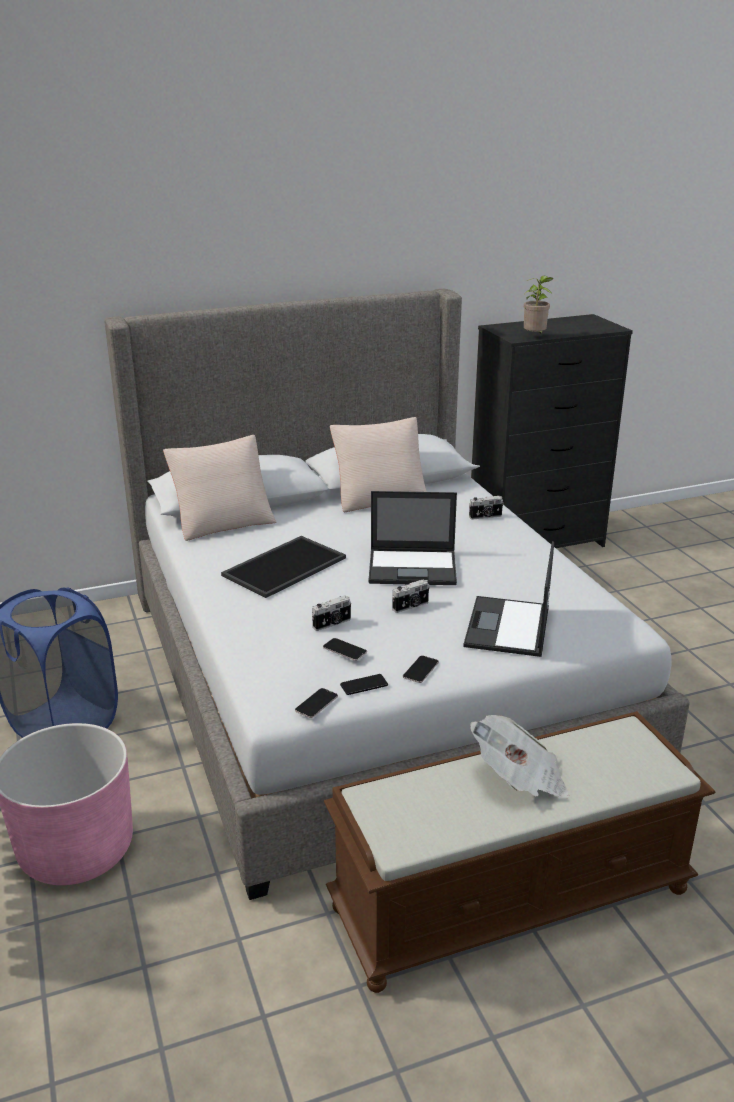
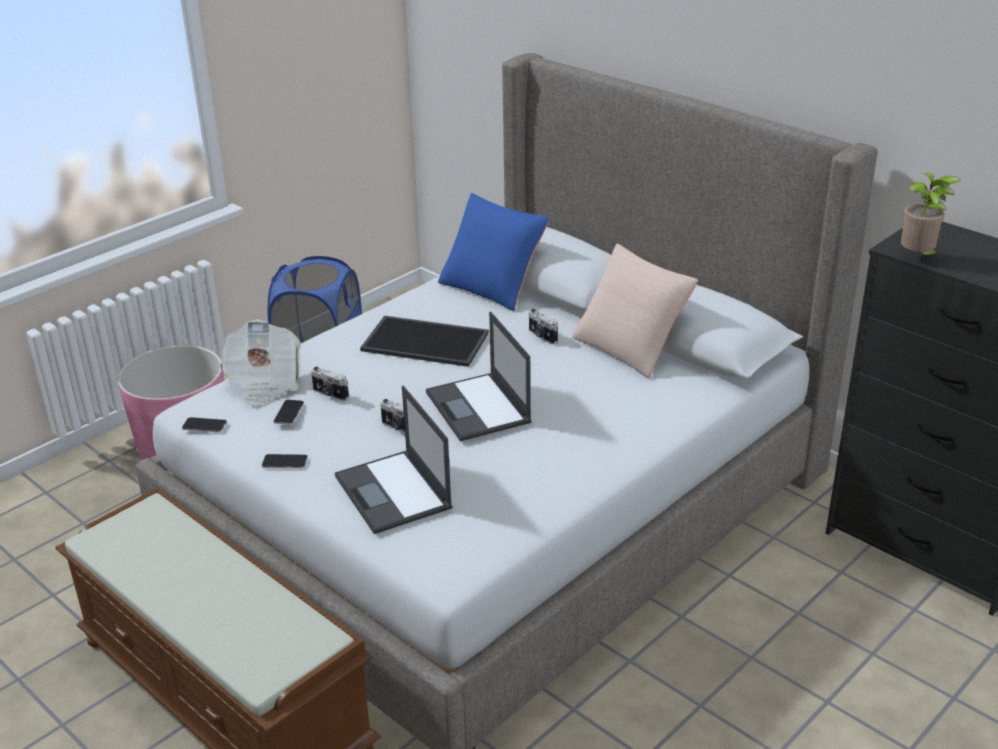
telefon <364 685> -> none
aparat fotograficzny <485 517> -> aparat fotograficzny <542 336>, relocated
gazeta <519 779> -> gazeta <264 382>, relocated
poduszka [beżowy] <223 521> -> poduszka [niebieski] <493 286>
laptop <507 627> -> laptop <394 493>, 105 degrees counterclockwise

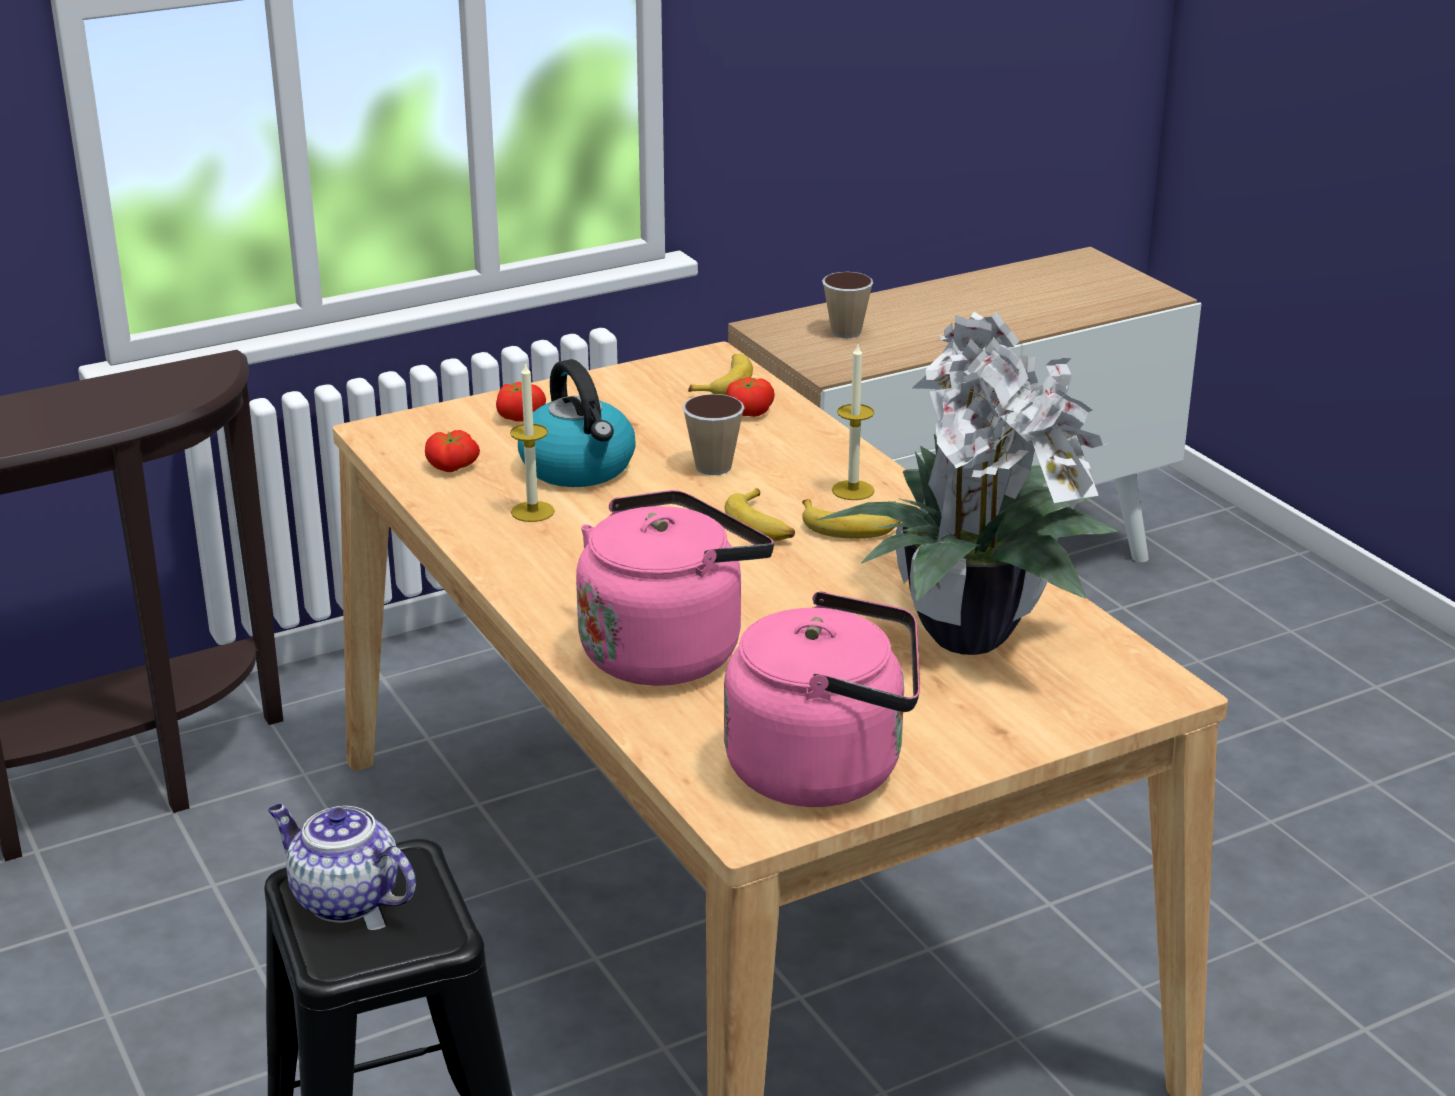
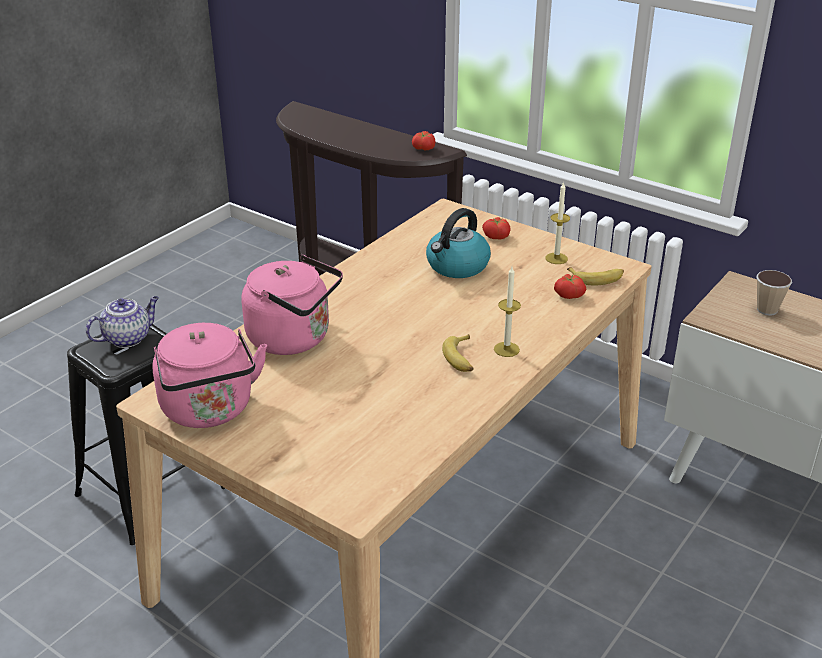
filiżanka <713 467> -> none
banan <762 525> -> none
roślina doniczkowa <967 631> -> none
pomidor <451 468> -> pomidor <423 148>, relocated
świeca <532 511> -> świeca <556 258>, relocated
imbryk <343 899> -> imbryk <128 338>, 45 degrees clockwise

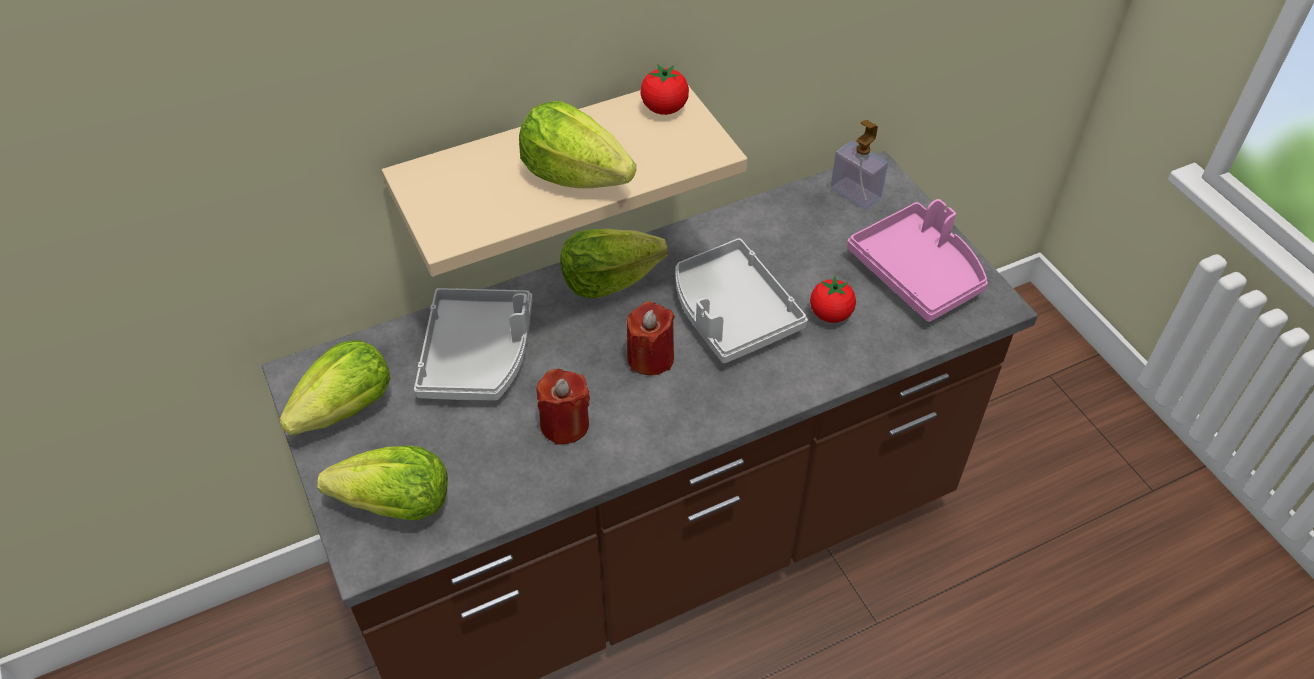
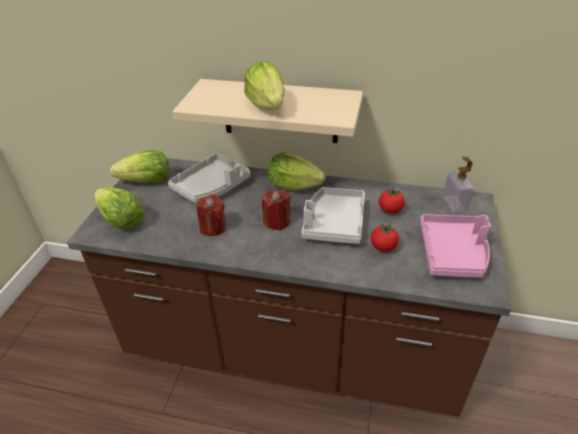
pomidor <664 108> -> pomidor <390 210>, relocated

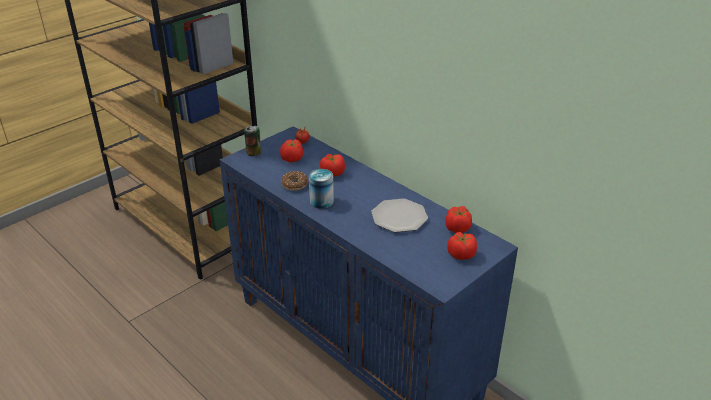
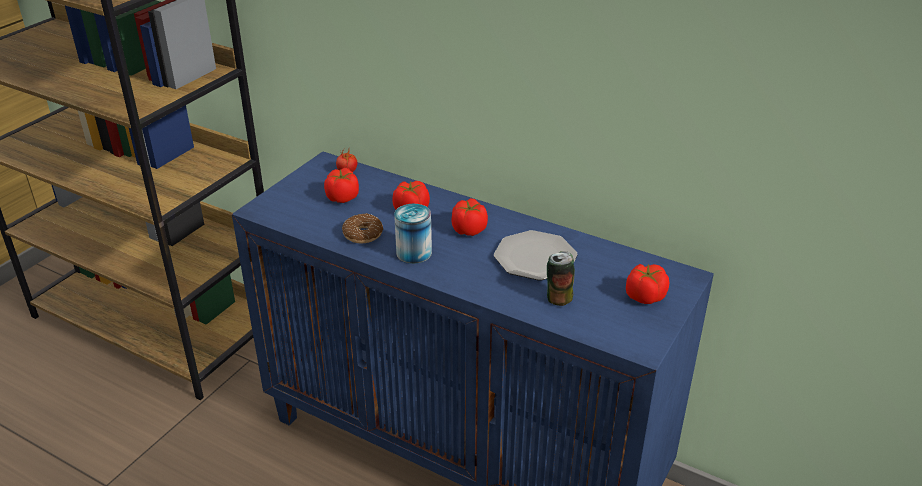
puszka <254 153> -> puszka <559 298>, relocated
pomidor <457 228> -> pomidor <469 229>, relocated

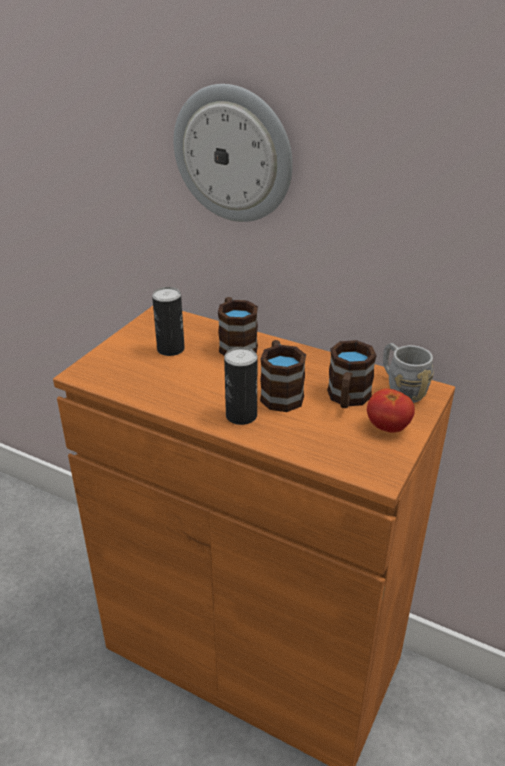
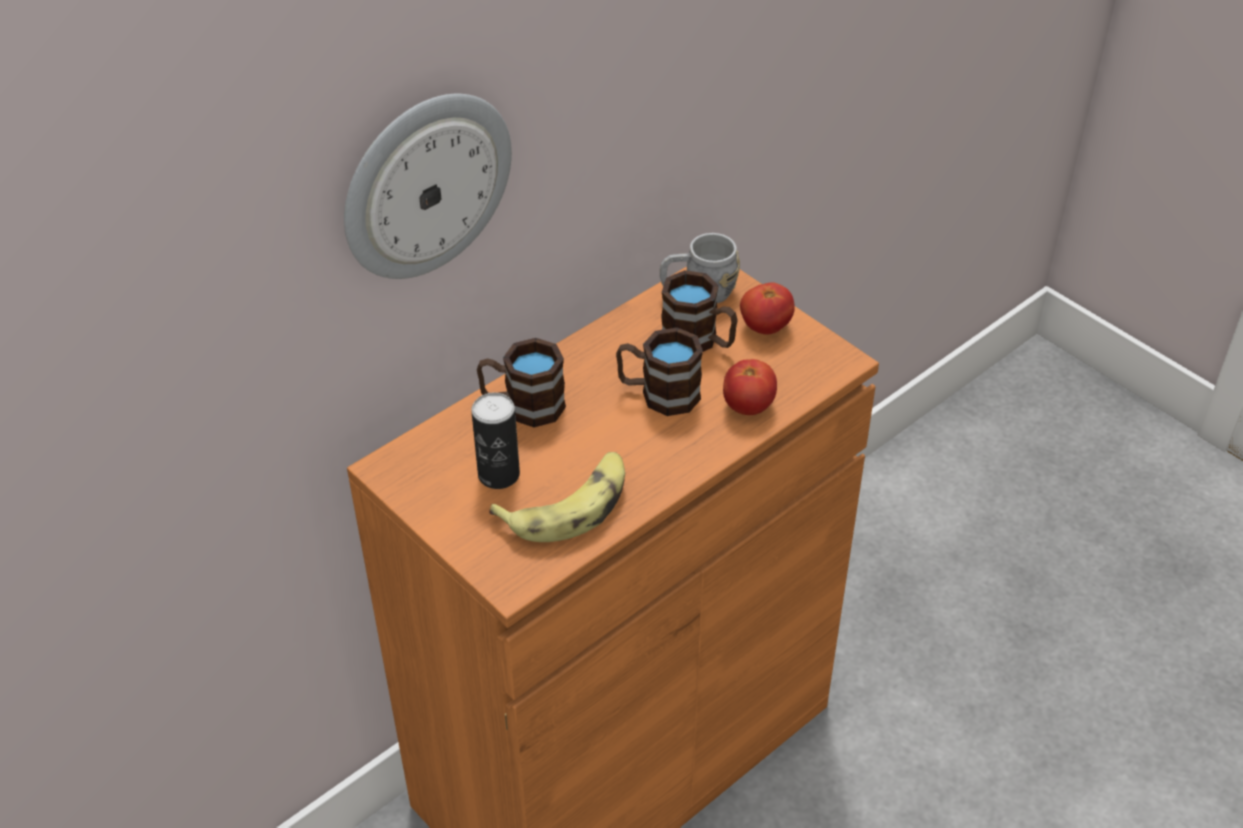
puszka <241 416> -> none
none -> banan <569 506>
none -> pomidor <748 406>

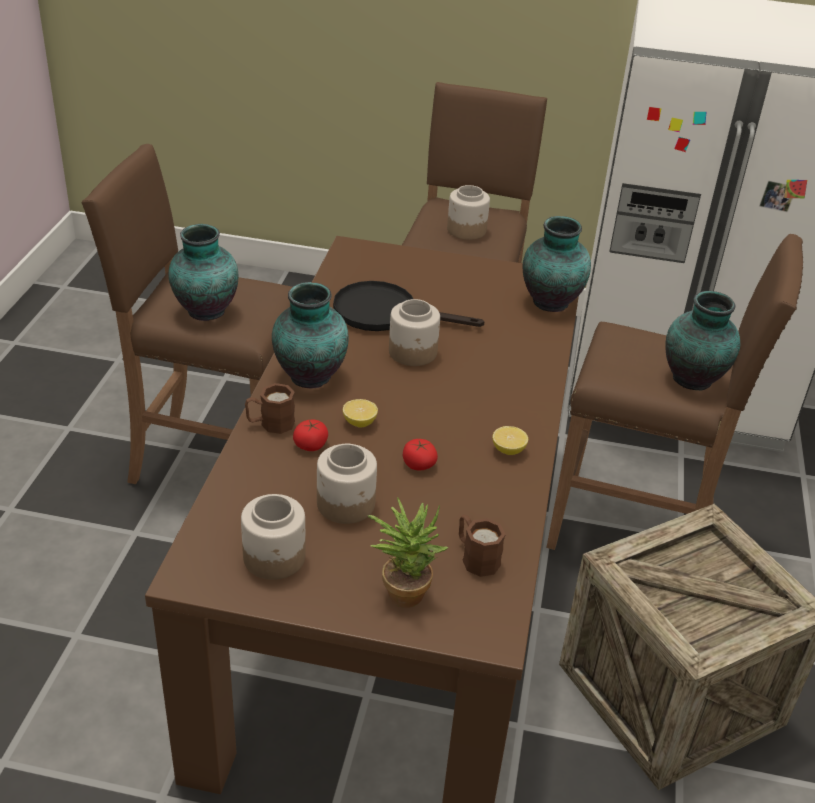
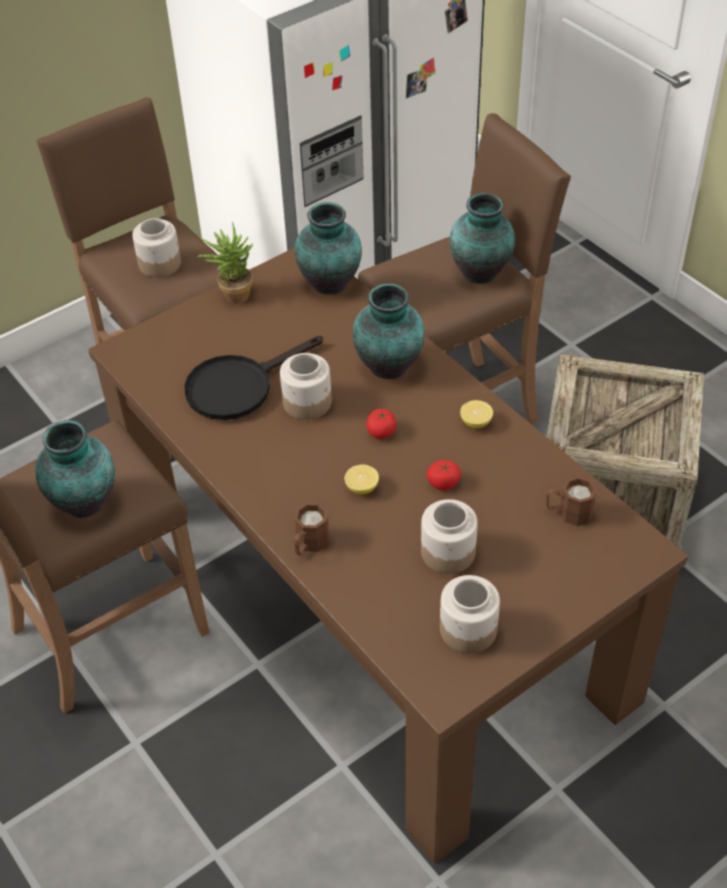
wazon <309 377> -> wazon <390 367>, relocated
pomidor <310 445> -> pomidor <381 431>, relocated
roślina doniczkowa <404 589> -> roślina doniczkowa <232 294>, relocated

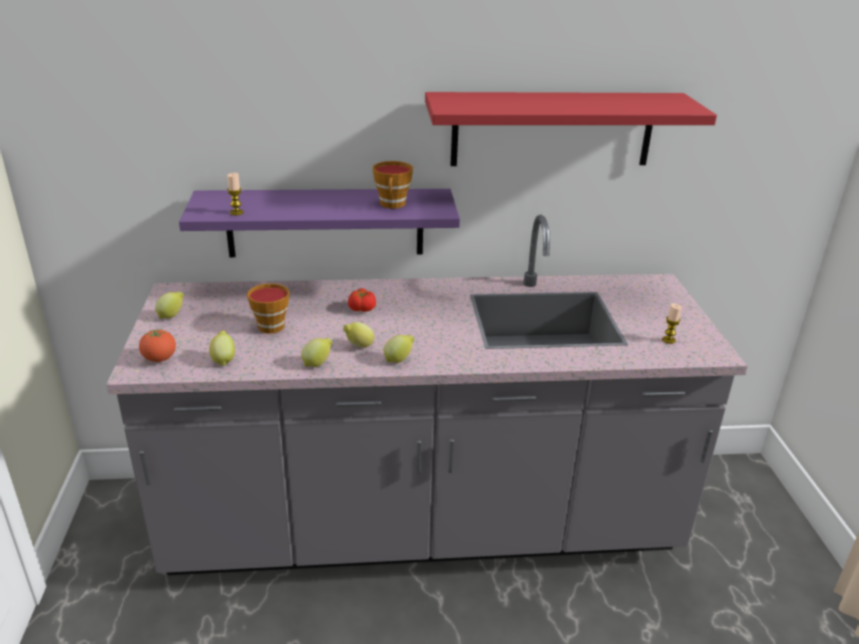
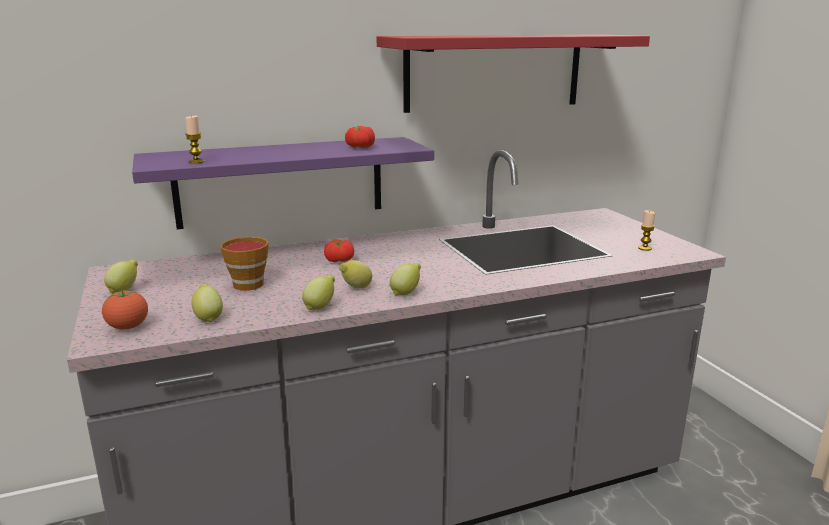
filiżanka <392 205> -> pomidor <359 147>

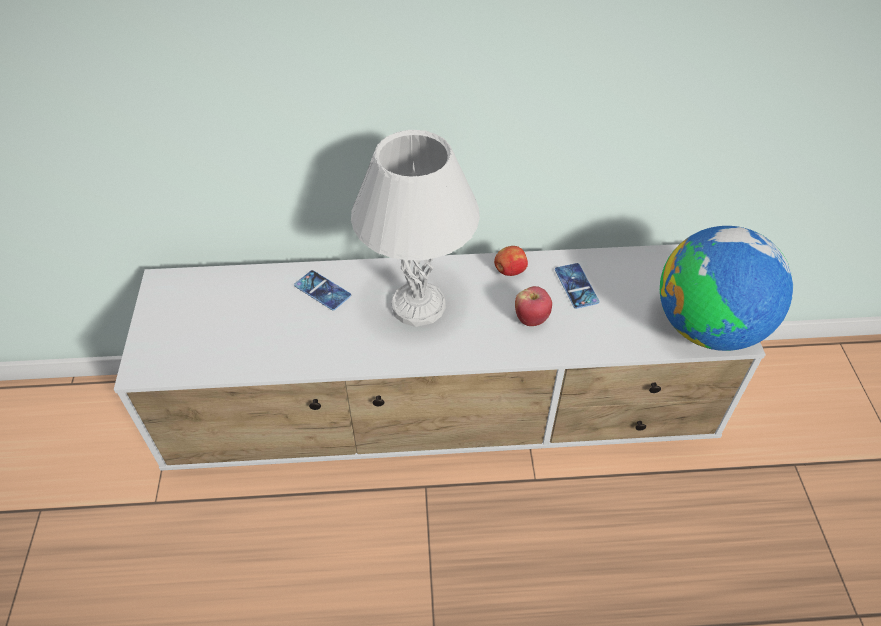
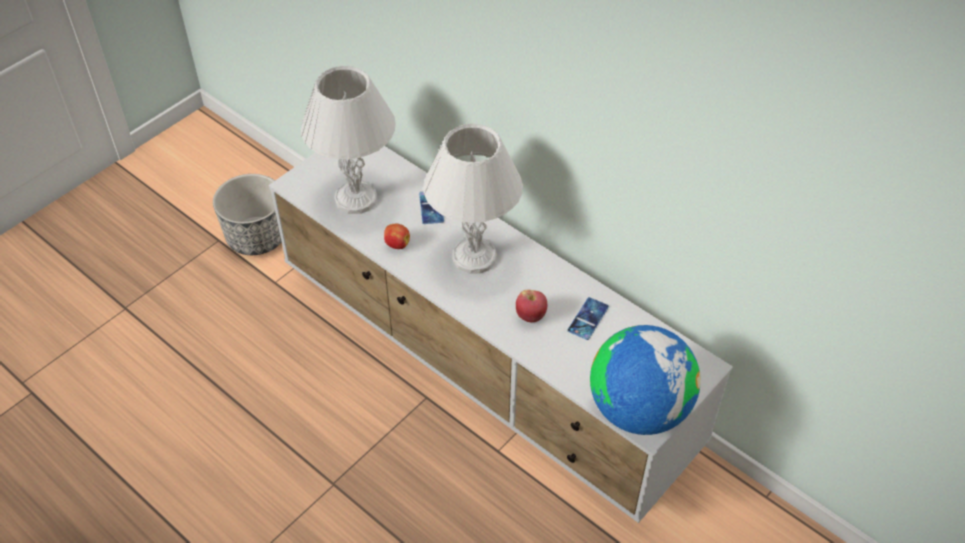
none -> donica <257 237>
none -> lampa stołowa [biały] <357 199>
jabłko <509 271> -> jabłko <396 244>, relocated

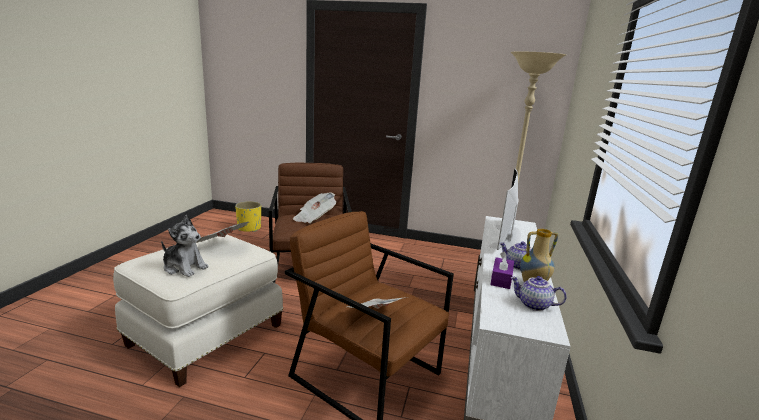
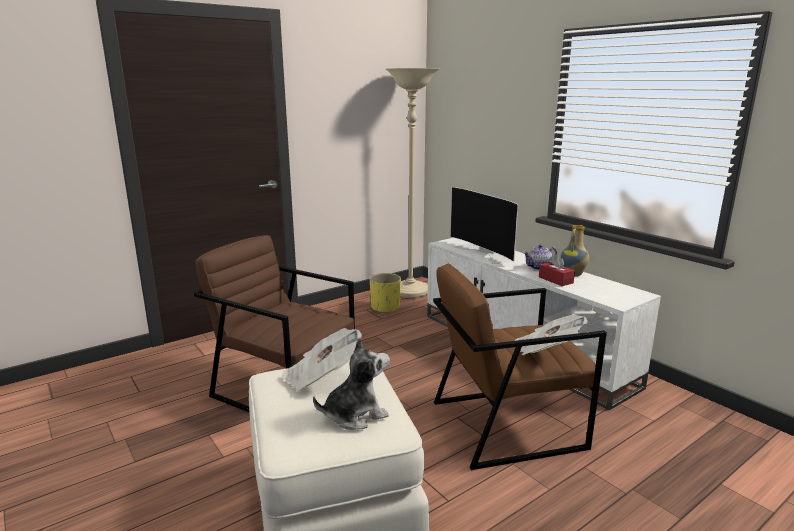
gazeta <314 218> -> none
imbryk <533 305> -> none
donica [żółty] <249 228> -> donica [żółty] <385 308>, relocated
pudełko chusteczek [fioletowy] <501 279> -> pudełko chusteczek [czerwony] <555 280>

